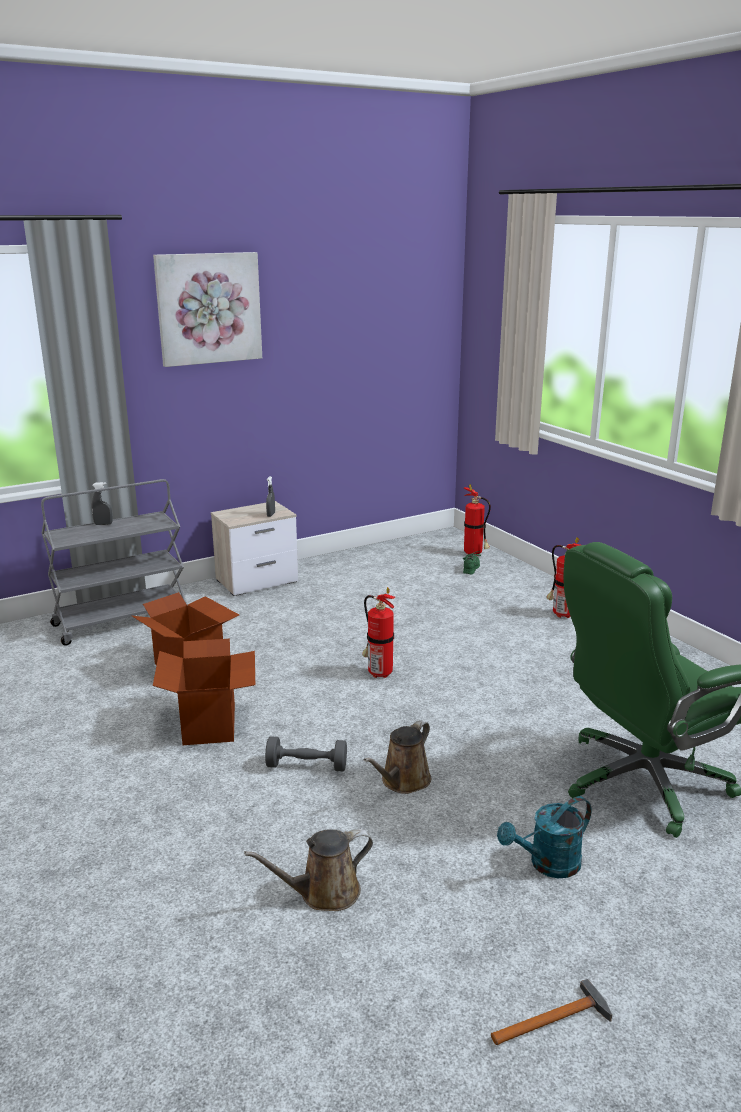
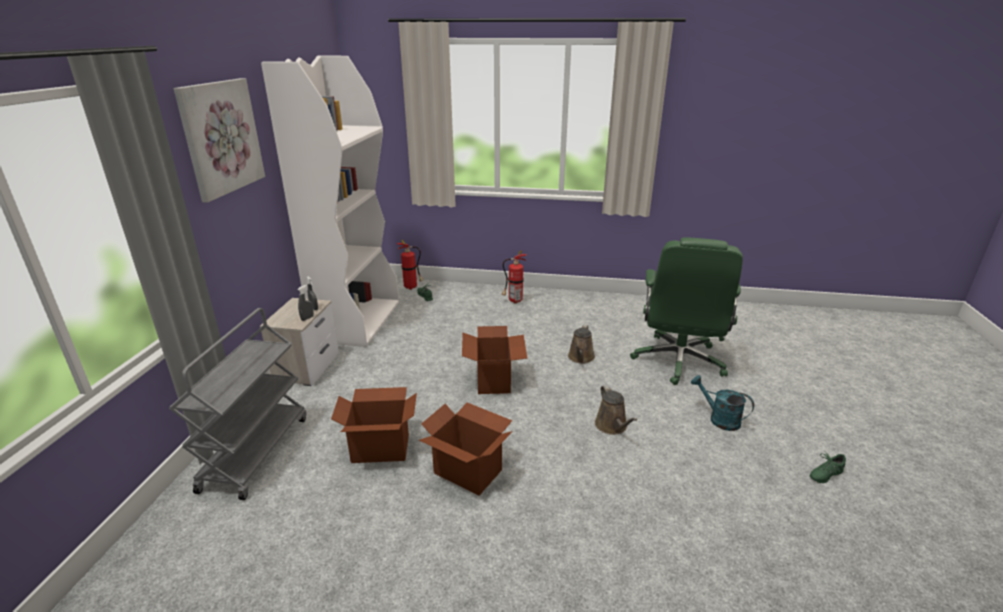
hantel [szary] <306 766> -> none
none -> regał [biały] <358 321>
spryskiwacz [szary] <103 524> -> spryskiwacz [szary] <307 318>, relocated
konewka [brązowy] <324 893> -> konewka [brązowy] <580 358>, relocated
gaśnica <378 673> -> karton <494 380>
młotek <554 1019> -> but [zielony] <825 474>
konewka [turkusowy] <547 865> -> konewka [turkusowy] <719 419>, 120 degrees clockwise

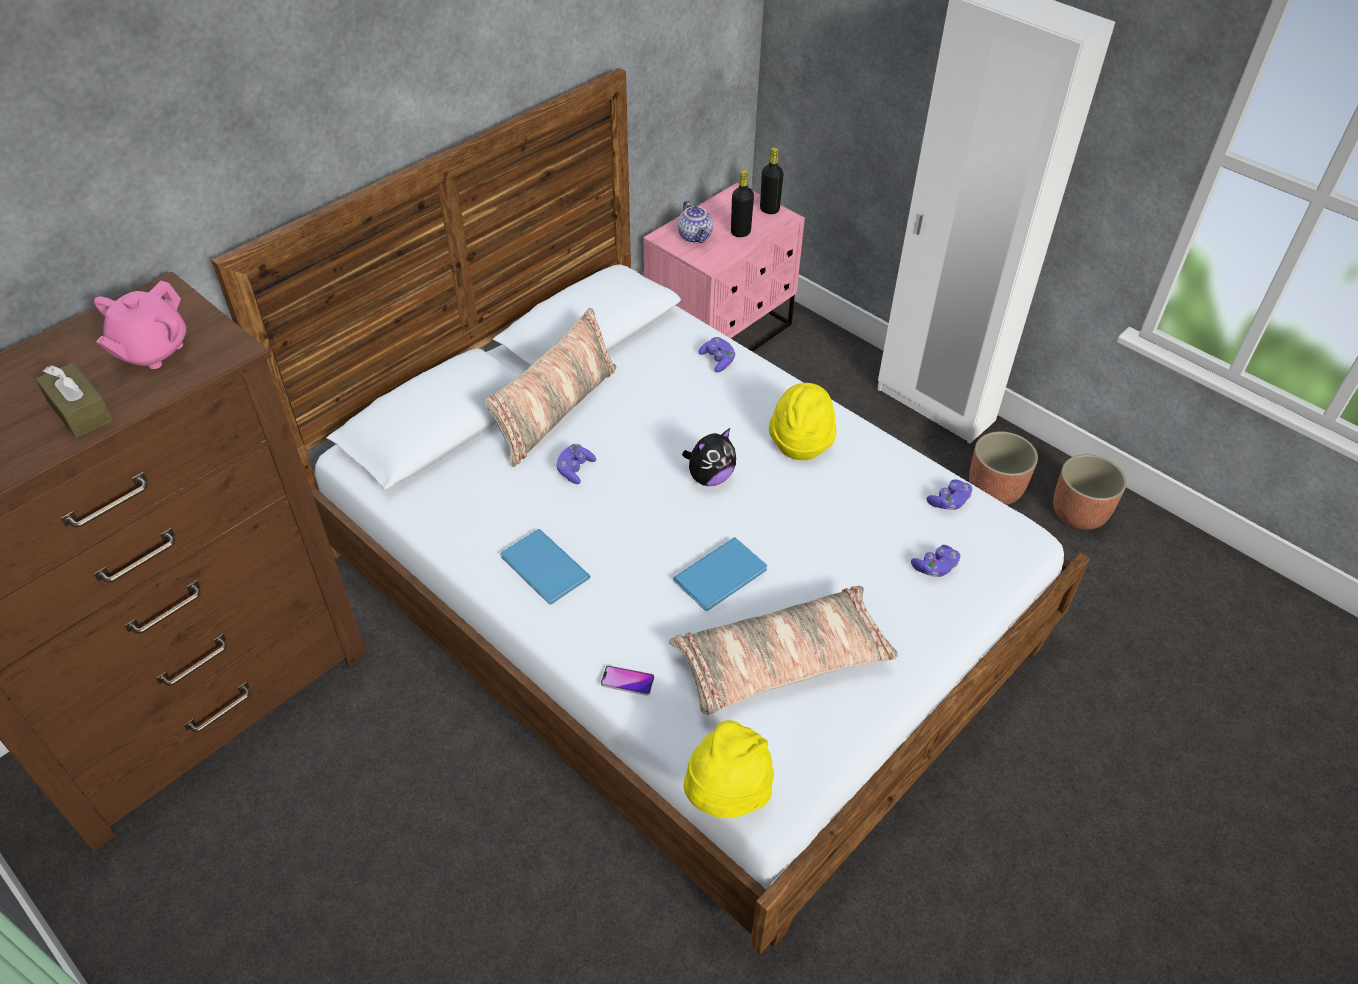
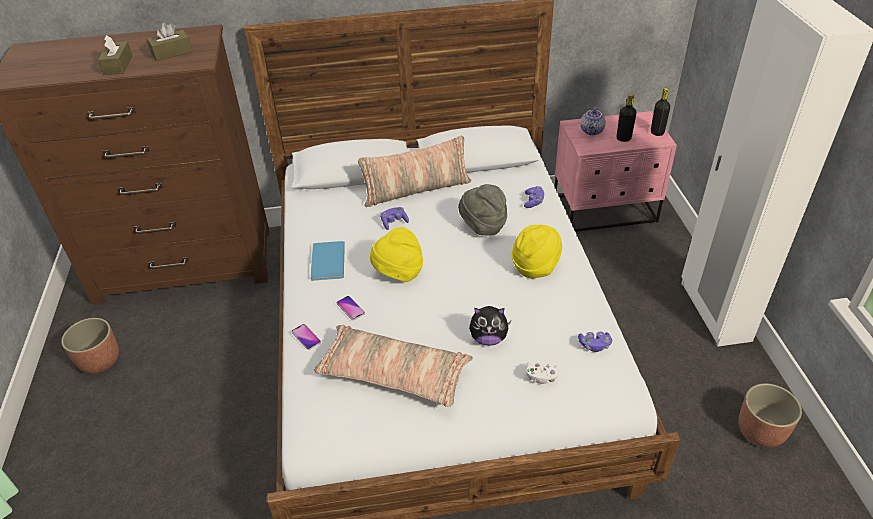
książka [niebieski] <723 575> -> none
none -> telefon <350 308>
none -> kapelusz [szary] <483 226>
pluszak <709 477> -> pluszak <488 338>, relocated
kapelusz [żółty] <727 793> -> kapelusz [żółty] <398 273>, relocated
donica <994 489> -> donica <99 360>, relocated
imbryk [różowy] <152 351> -> pudełko chusteczek [brązowy] <172 52>
pad do gier [fioletowy] <935 568> -> pad do gier [biały] <541 377>

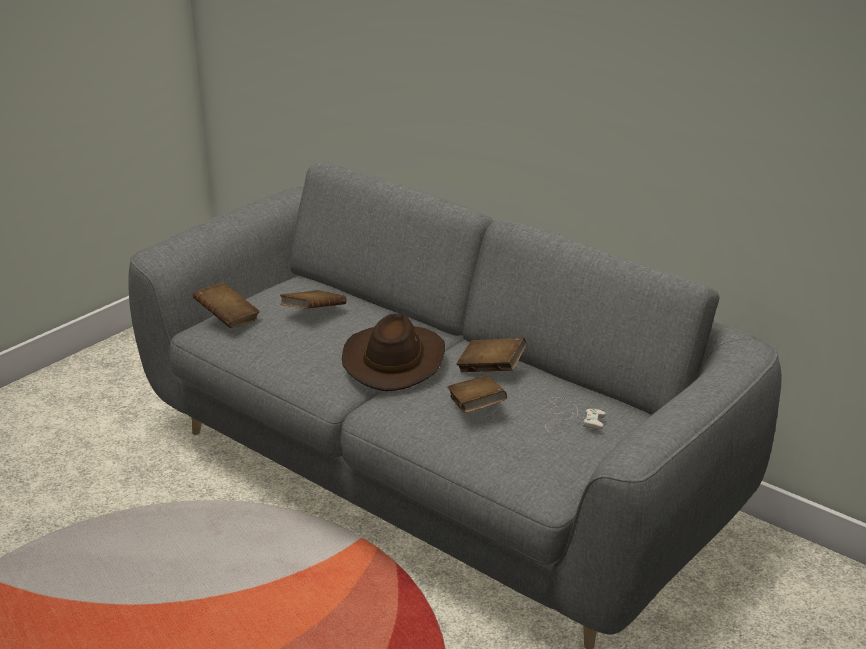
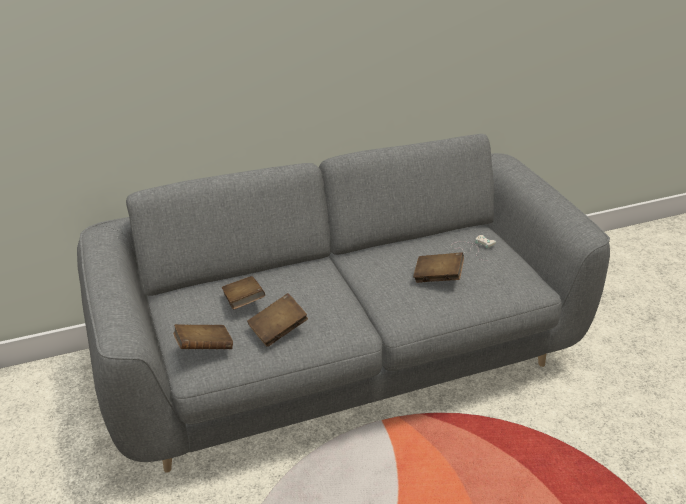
kapelusz [brązowy] <394 360> -> none
książka [brązowy] <491 369> -> książka [brązowy] <278 330>, relocated

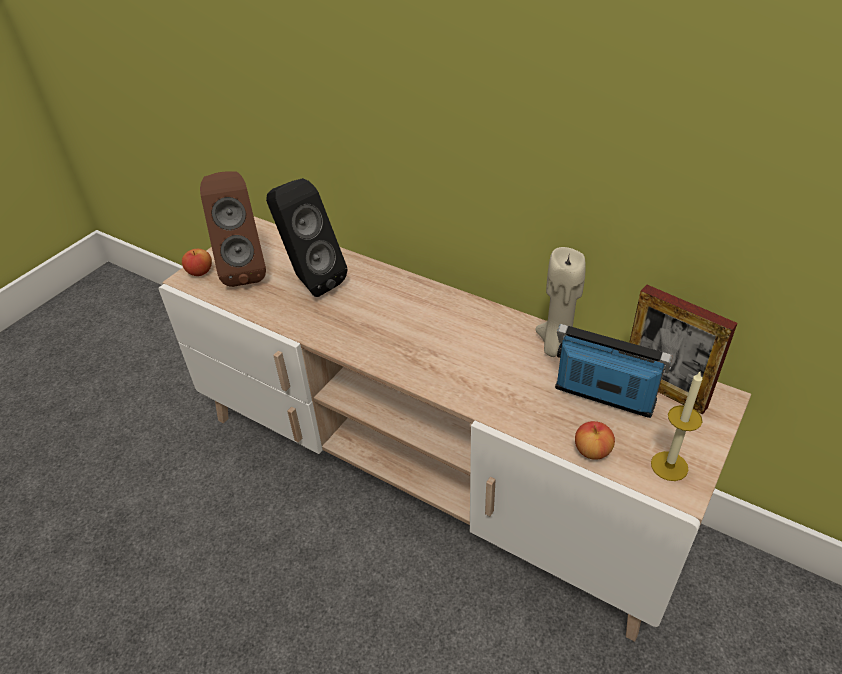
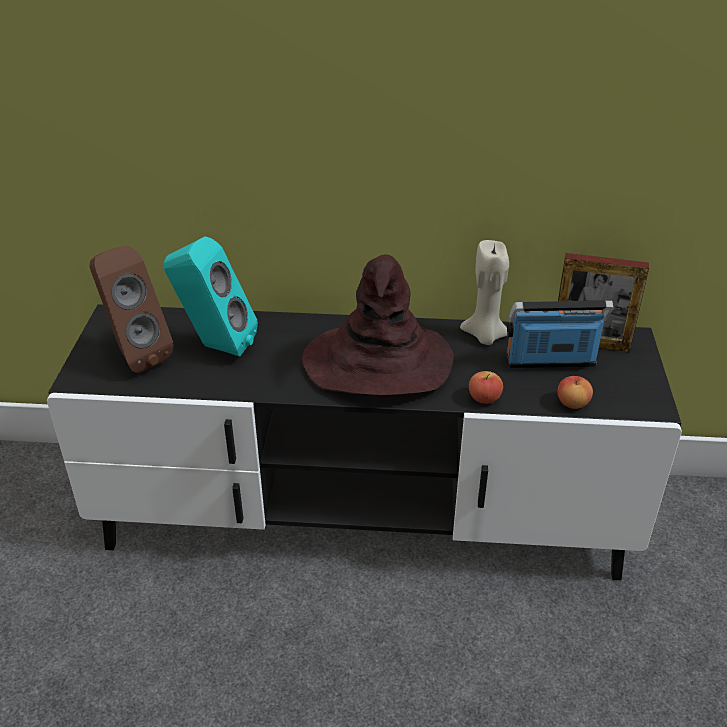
świeca <669 466> -> none
none -> kapelusz [brązowy] <378 363>
jabłko <200 272> -> jabłko <484 398>, relocated
szafka pod telewizor [beżowy] <428 472> -> szafka pod telewizor [czarny] <363 517>
głośnik [czarny] <310 281> -> głośnik [turkusowy] <215 346>

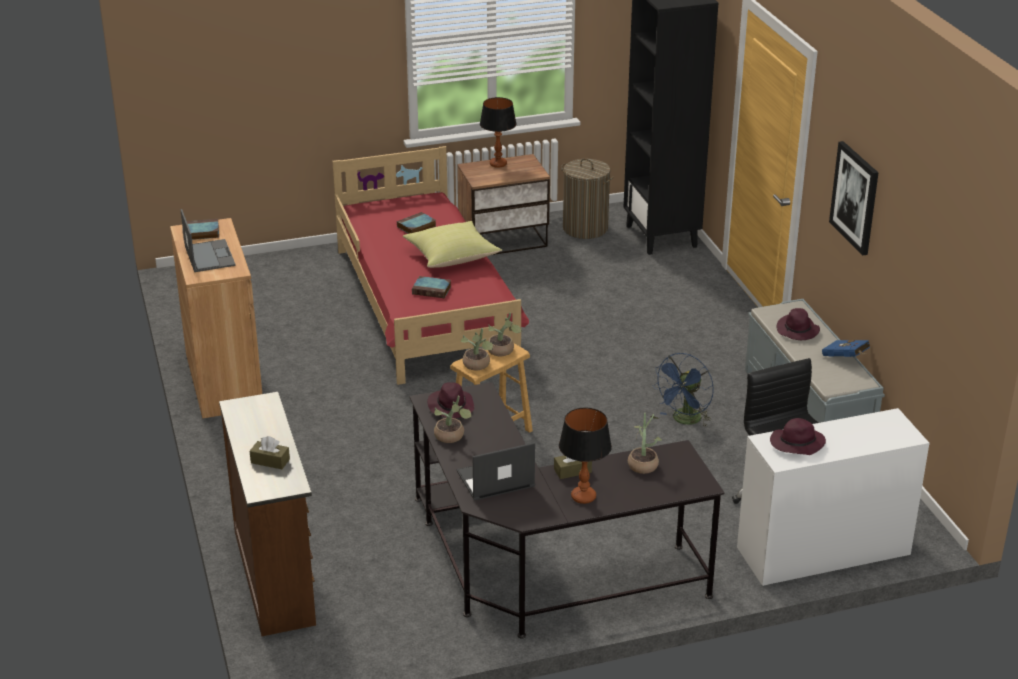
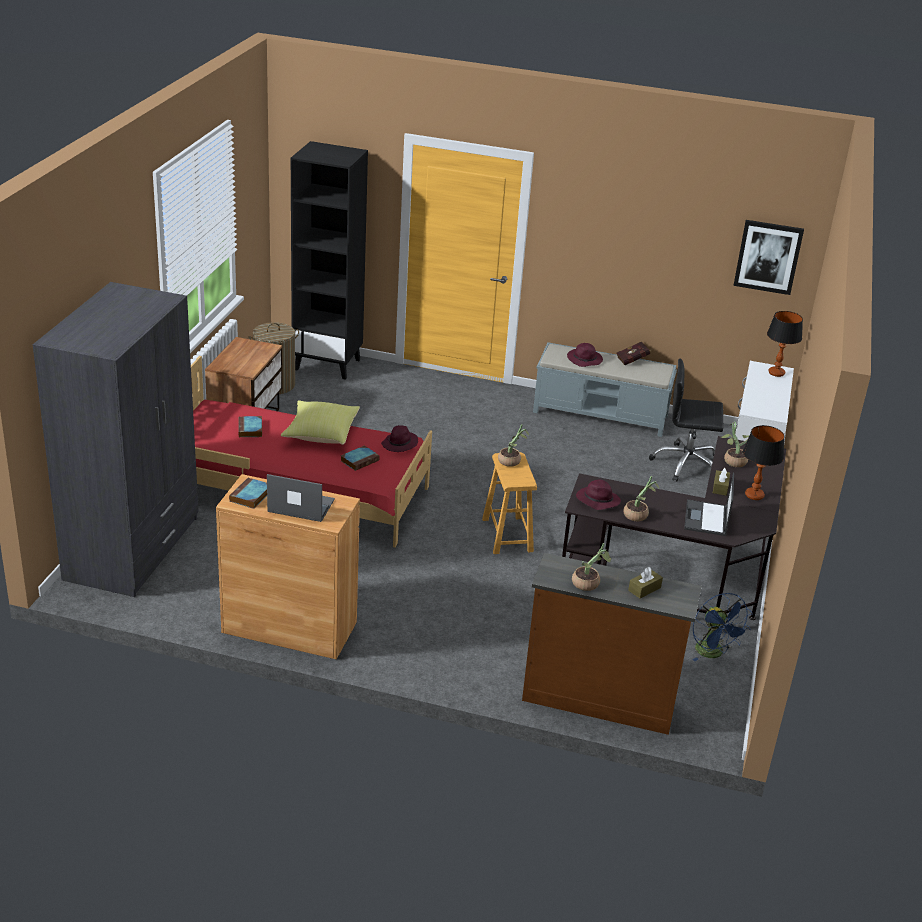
none -> szafa [szary] <134 548>
roślina doniczkowa <477 366> -> roślina doniczkowa <589 584>, relocated
lampa stołowa <498 164> -> lampa stołowa <776 373>, relocated
wentylator [niebieski] <684 420> -> wentylator [niebieski] <713 653>, relocated
kapelusz [fioletowy] <796 444> -> kapelusz [fioletowy] <399 444>, relocated
obraz <855 197> -> obraz <768 256>, relocated
książka [niebieski] <846 359> -> książka [czerwony] <633 361>

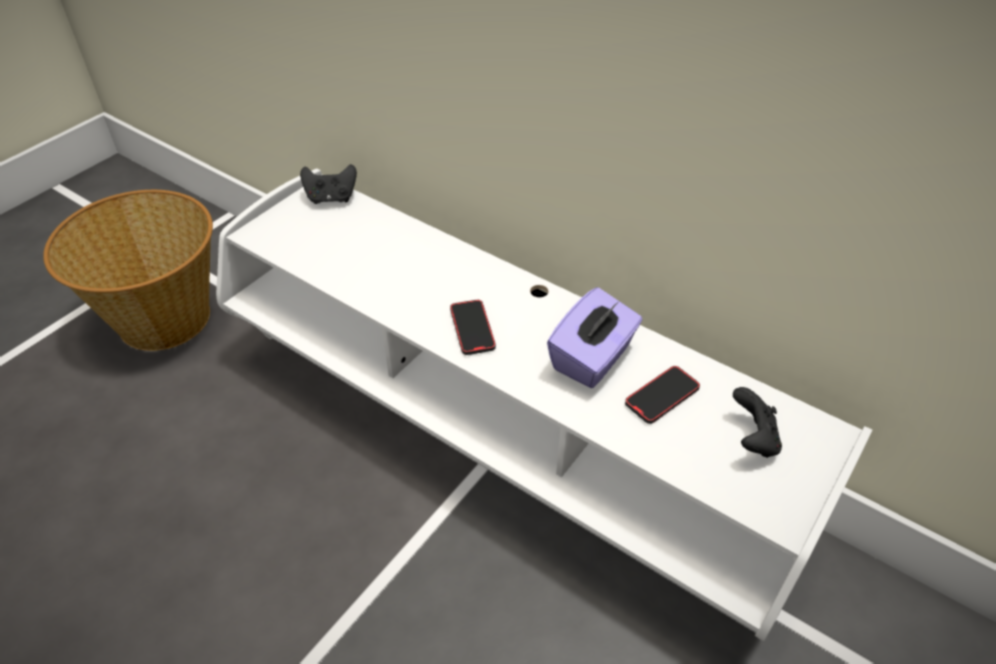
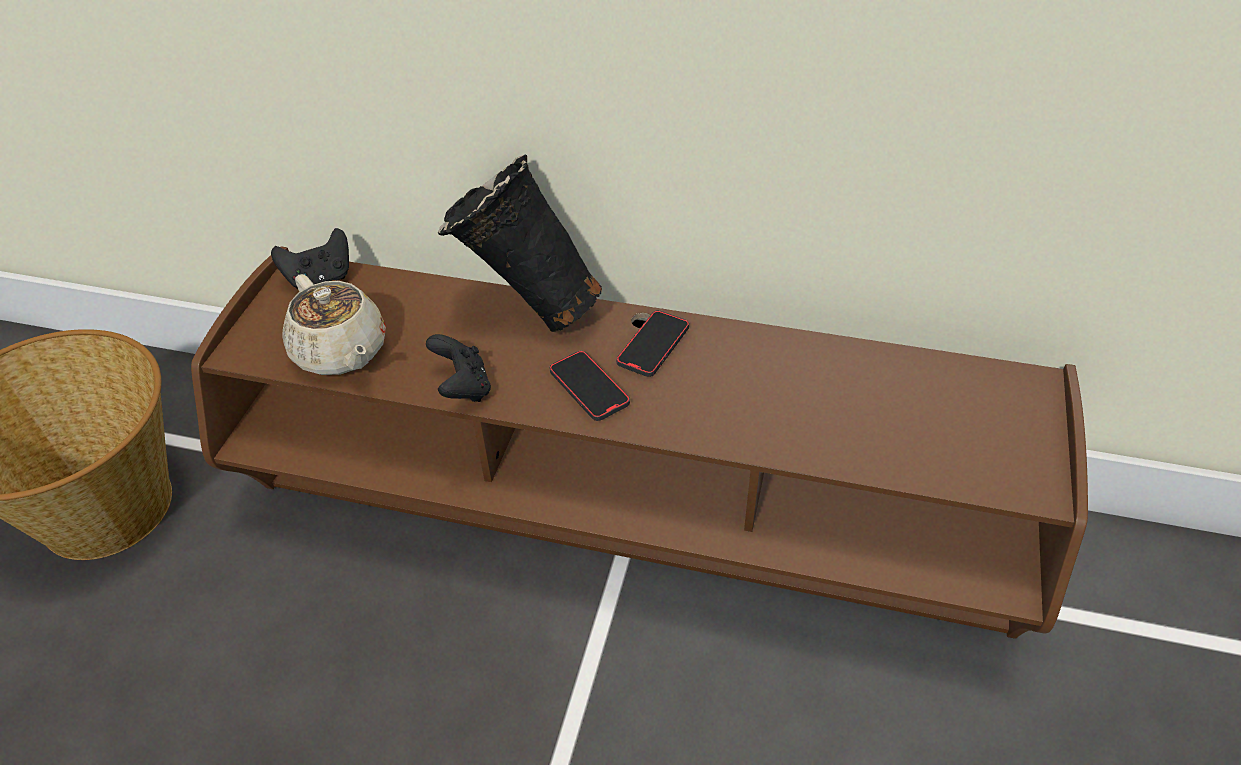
pudełko chusteczek [fioletowy] <592 358> -> none
none -> imbryk [beżowy] <341 352>
none -> wazon [czarny] <526 311>
telefon <662 396> -> telefon <653 346>, relocated
pad do gier [czarny] <752 439> -> pad do gier [czarny] <463 388>, relocated
szafka pod telewizor [biały] <499 441> -> szafka pod telewizor [brązowy] <627 520>

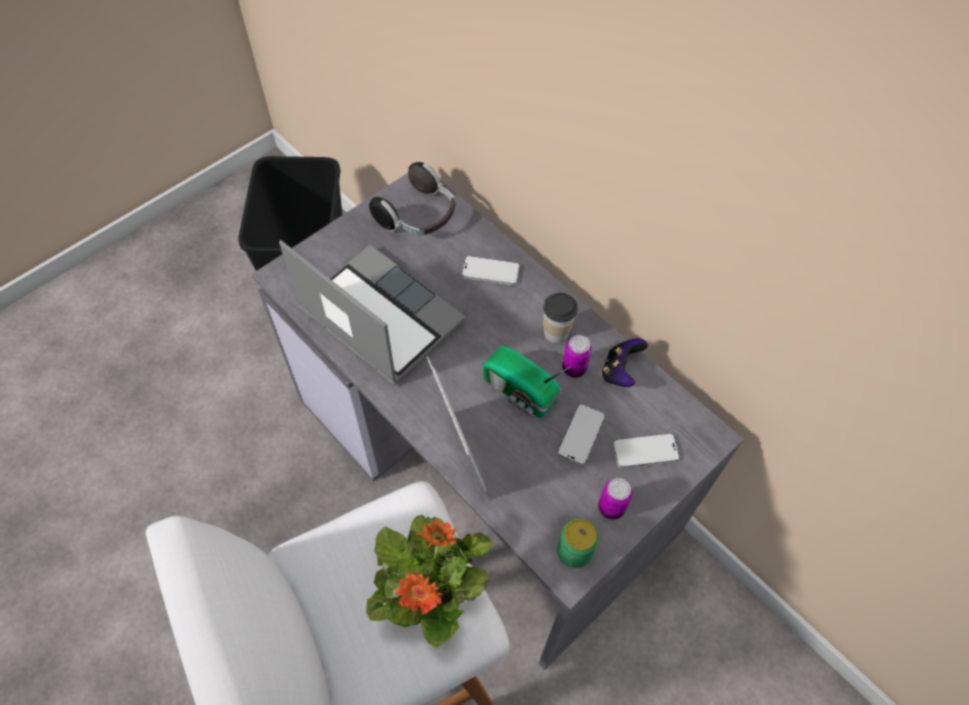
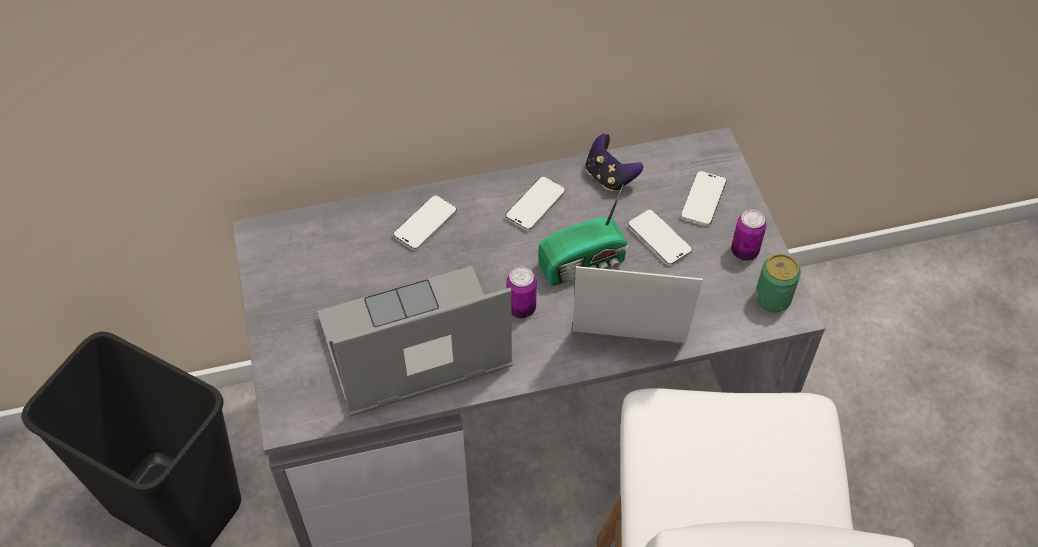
roślina doniczkowa <431 596> -> none
słuchawki <418 216> -> none
puszka <574 368> -> puszka <521 308>, relocated
filiżanka <556 333> -> telefon <535 205>

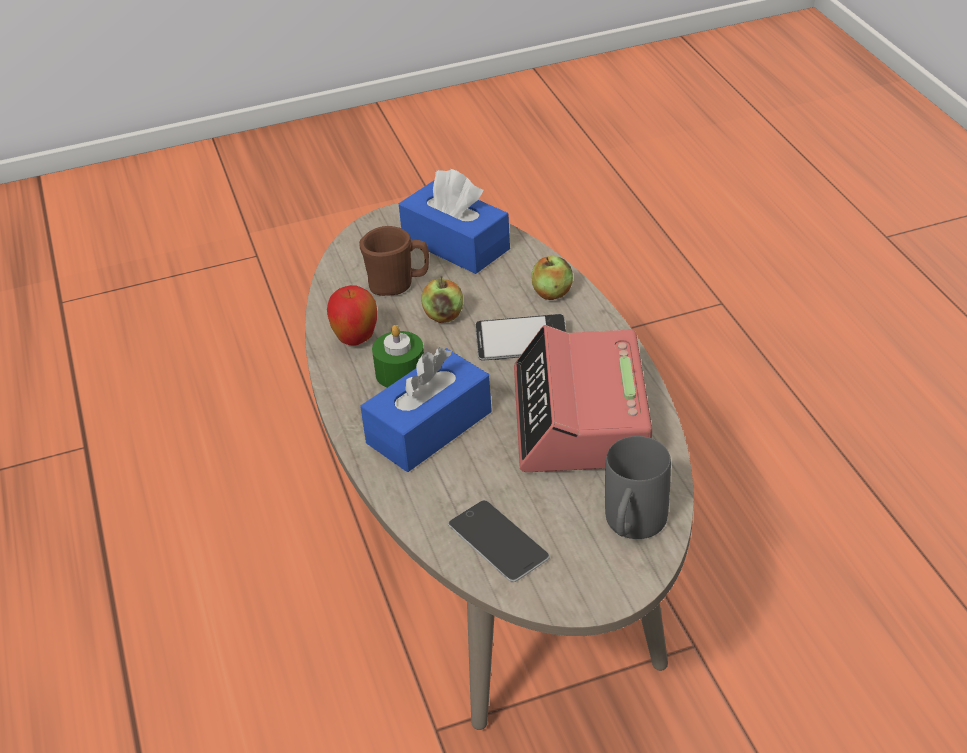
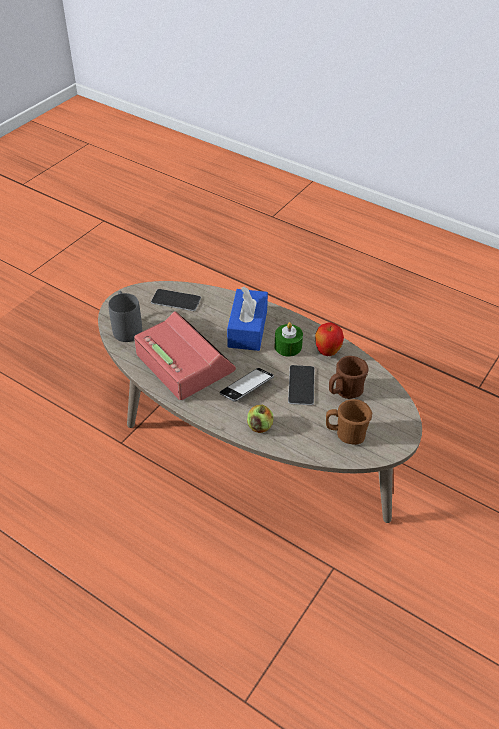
pudełko chusteczek [niebieski] <455 244> -> kubek [brązowy] <345 434>
jabłko <443 316> -> telefon <301 385>

